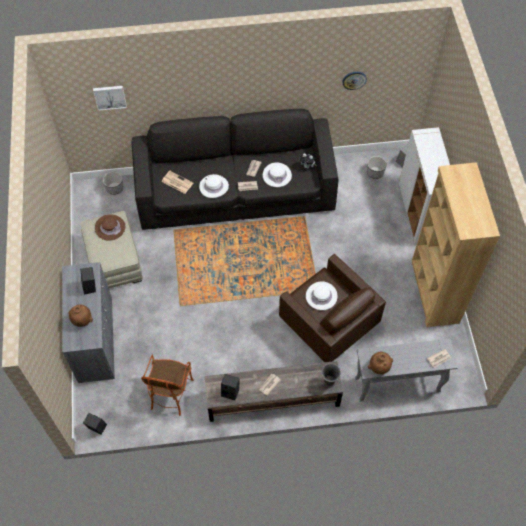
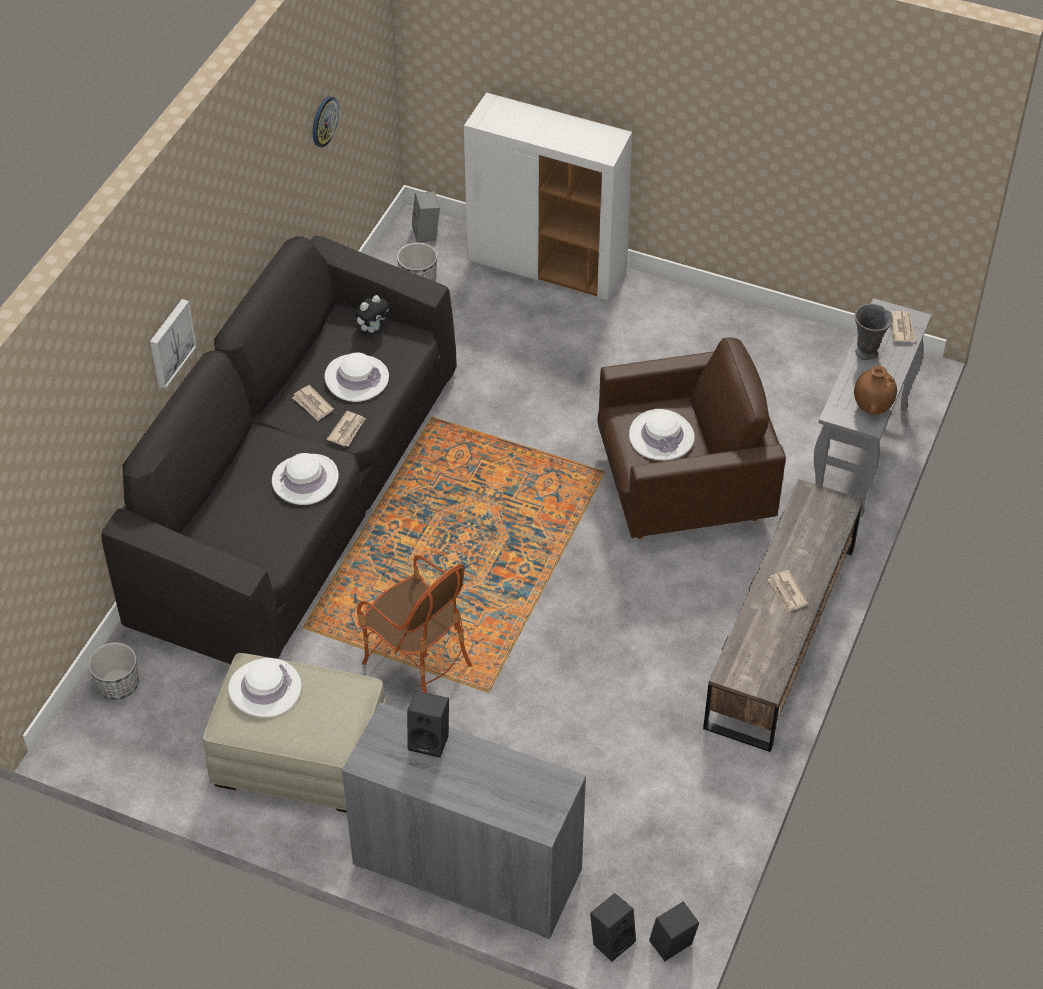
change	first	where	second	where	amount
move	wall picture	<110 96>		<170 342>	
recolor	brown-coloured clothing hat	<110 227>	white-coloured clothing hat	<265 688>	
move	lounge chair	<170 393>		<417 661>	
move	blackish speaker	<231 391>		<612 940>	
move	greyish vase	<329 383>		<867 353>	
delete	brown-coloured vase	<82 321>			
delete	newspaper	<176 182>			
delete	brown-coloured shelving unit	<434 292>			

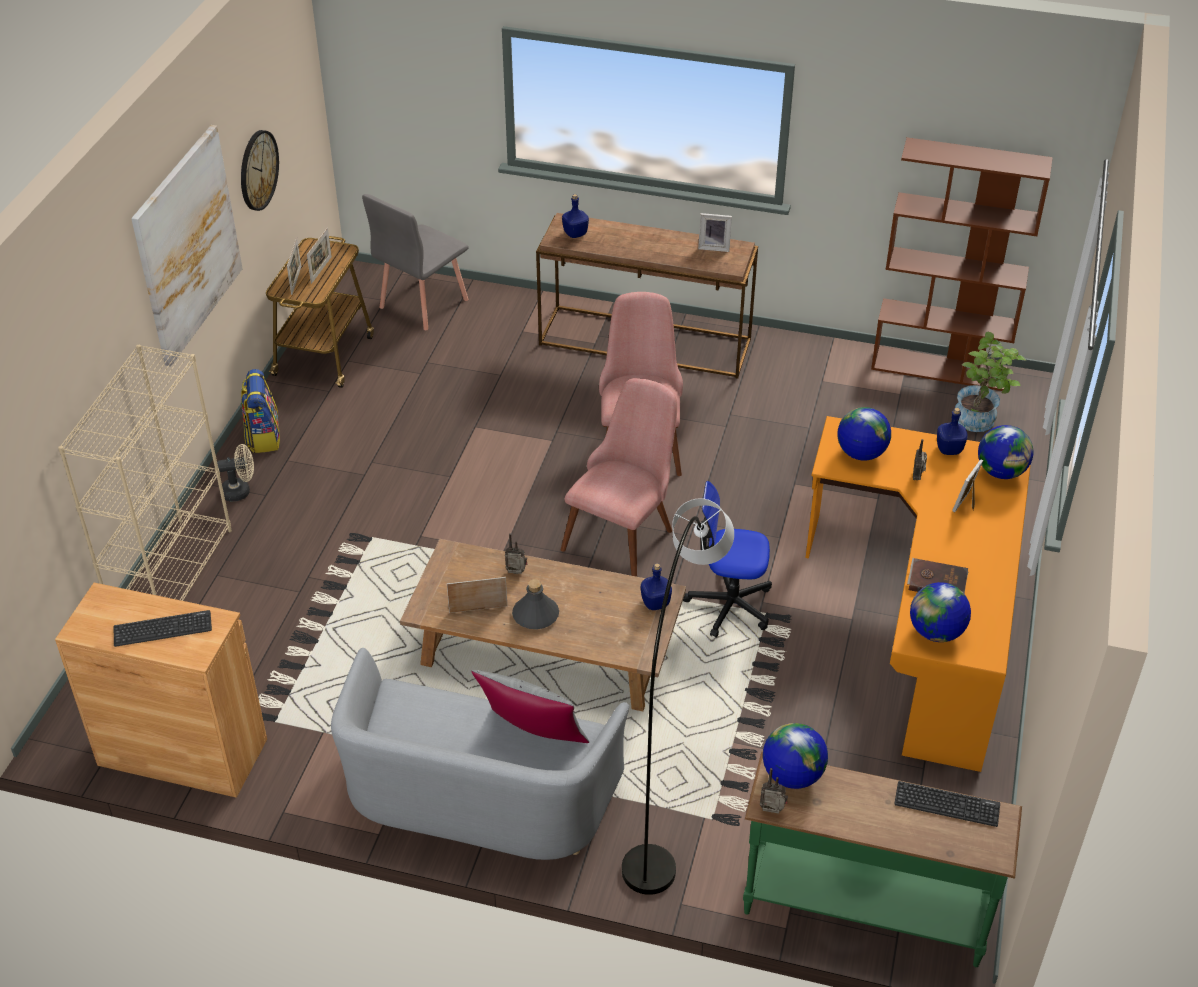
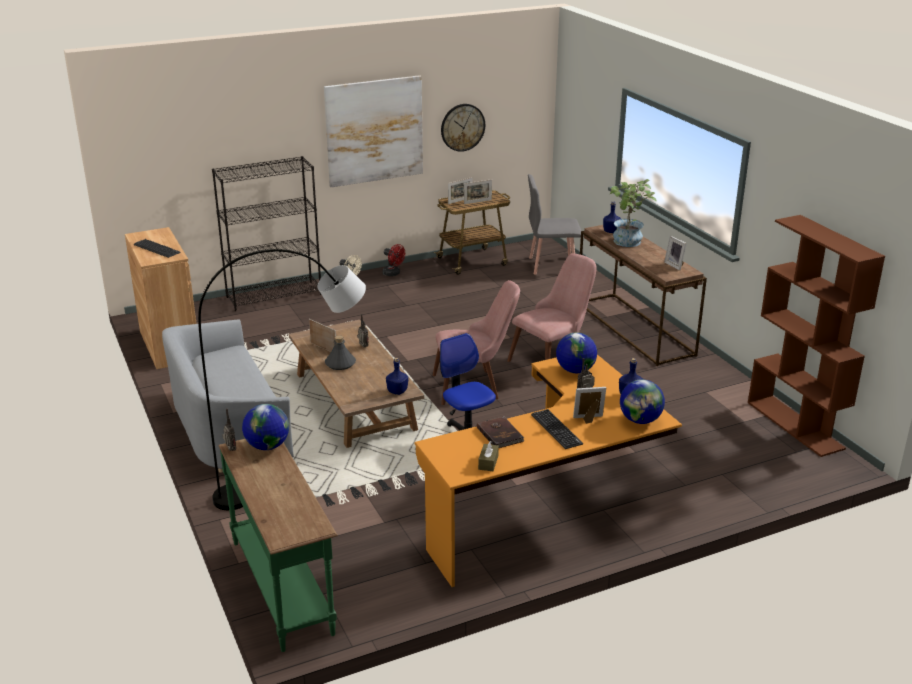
change	first	where	second	where	amount
recolor	beige-coloured shelving unit	<173 575>	blackish shelving unit	<274 295>	
replace	rucksack	<263 437>	red-coloured electric fan	<393 274>	
insert			brown-coloured tissue holder	<488 462>	
move	computer keyboard	<947 804>		<556 429>	
move	houseplant	<980 422>		<628 243>	
delete	greyish pillow	<532 737>			
delete	globe	<936 632>			

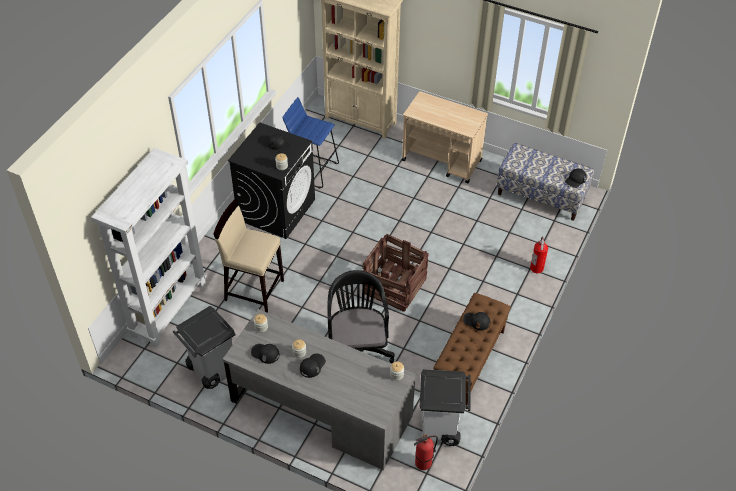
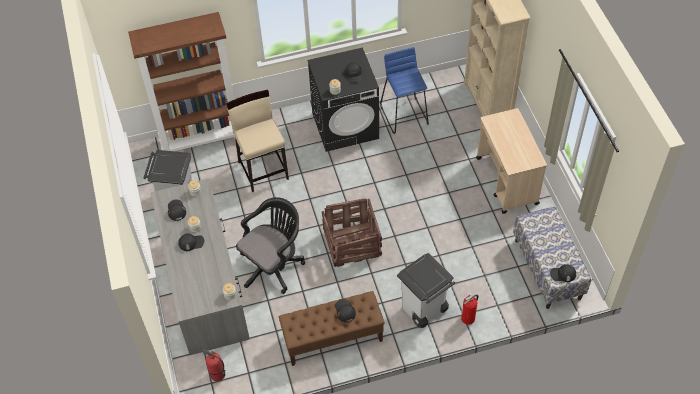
change	first	where	second	where	amount
recolor	white-coloured shelving unit	<169 308>	brown-coloured shelving unit	<202 140>	
move	white-coloured waste bin	<441 428>		<424 310>	

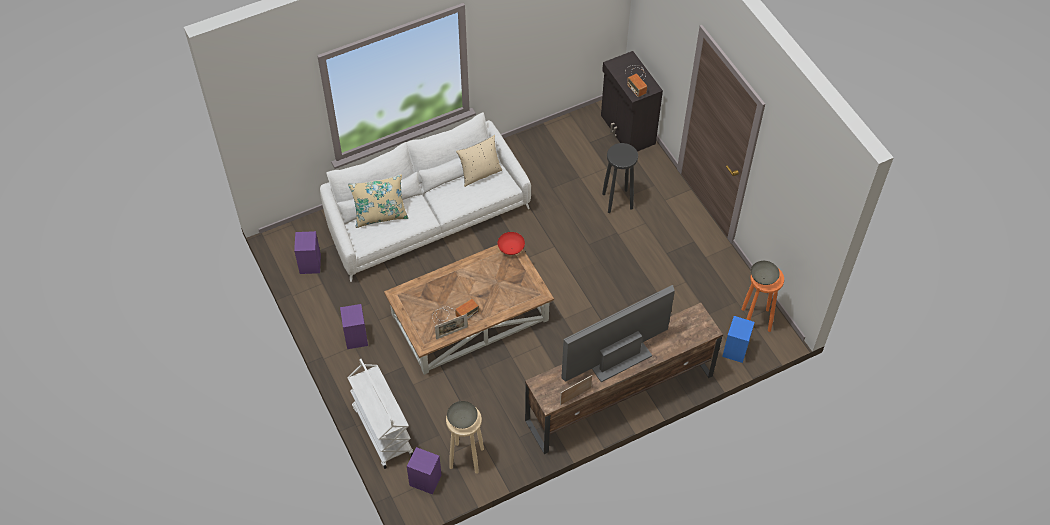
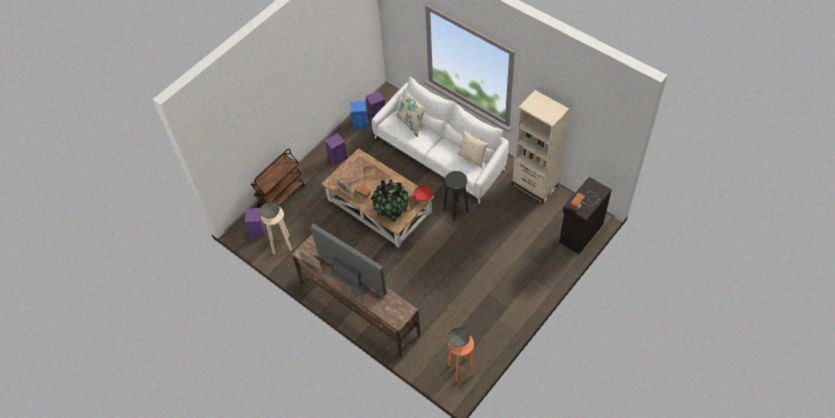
change	first	where	second	where	amount
recolor	white-coloured wheeled cart	<382 431>	brown-coloured wheeled cart	<281 196>	
move	blue speaker	<735 349>		<360 123>	
insert			houseplant	<391 208>	
move	blackish stool	<617 200>		<456 210>	
insert			beige-coloured shelving unit	<534 186>	

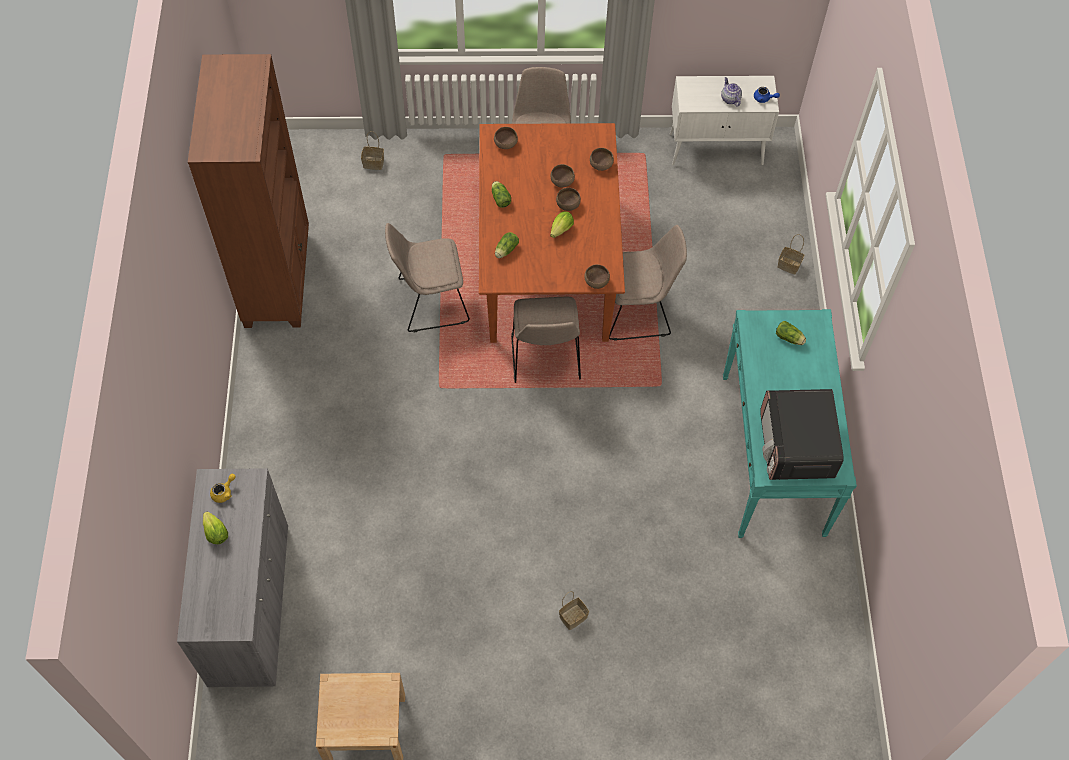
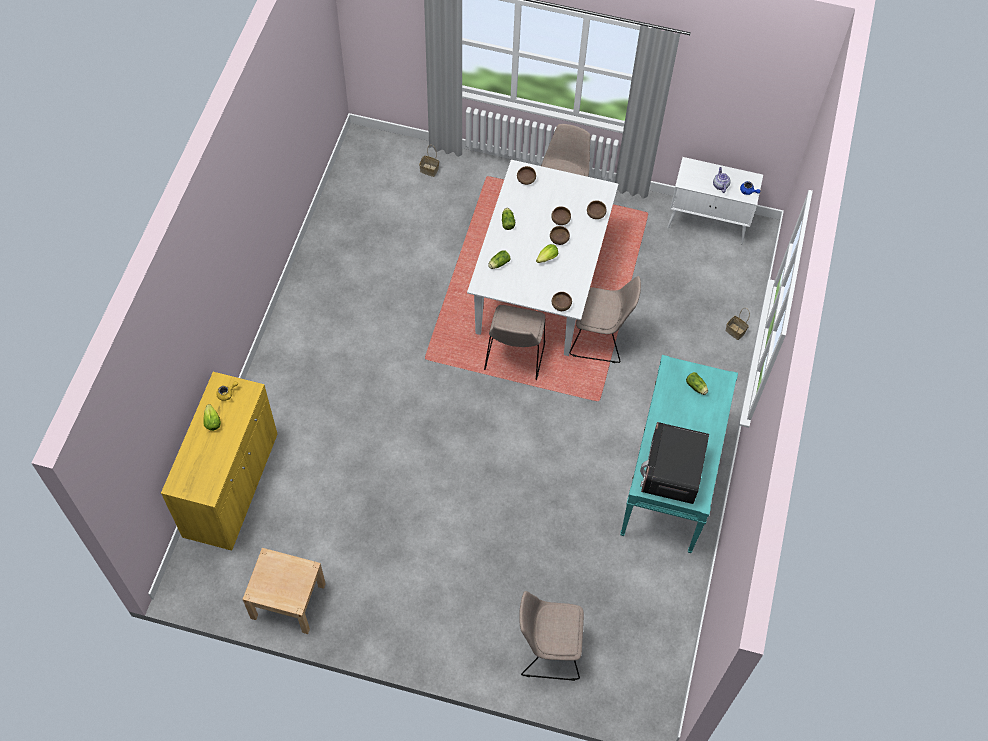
change	first	where	second	where	amount
recolor	greyish storage cabinet	<249 605>	yellowish storage cabinet	<231 485>	
recolor	brown-coloured kitchen table	<548 265>	white-coloured kitchen table	<540 284>	
move	beige-coloured plain chair	<430 301>		<548 648>	
delete	brown-coloured shelving unit	<278 278>			
delete	household basket	<573 618>			

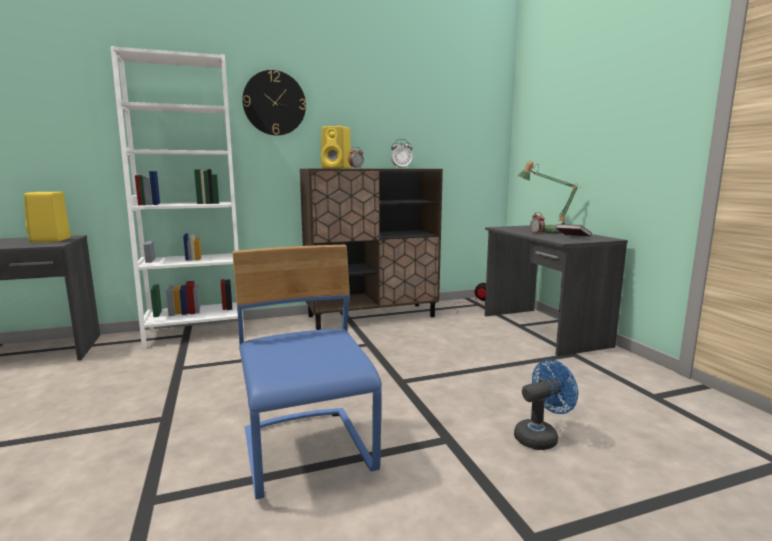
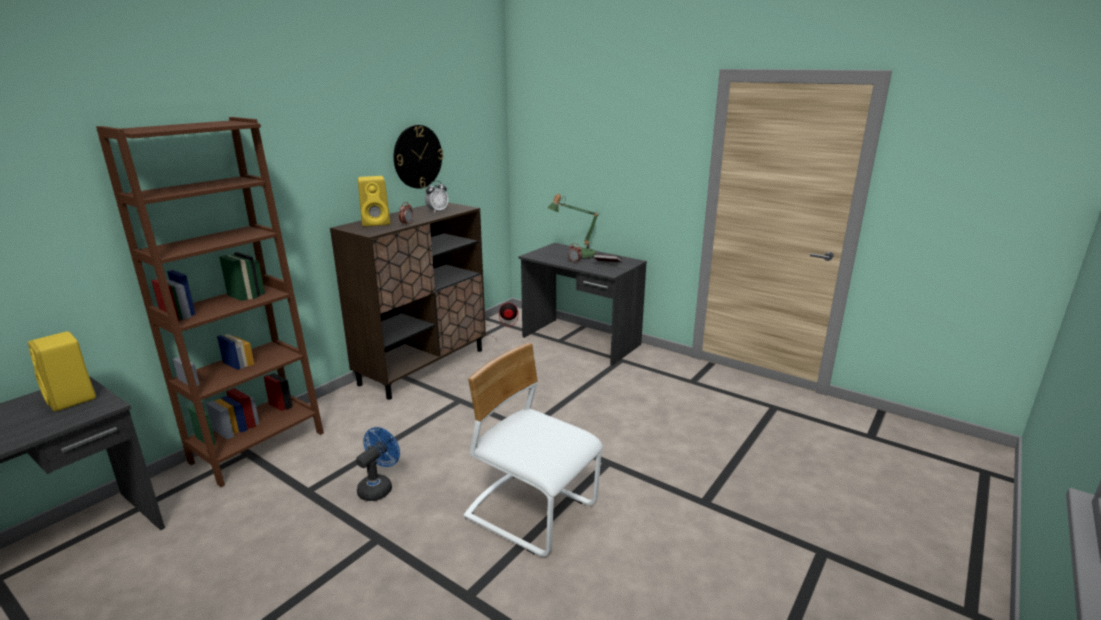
change	first	where	second	where	amount
recolor	white-coloured shelving unit	<196 333>	brown-coloured shelving unit	<258 447>	
move	blue electric fan	<540 437>		<379 487>	
move	clock on the wall	<274 103>		<417 157>	
recolor	blue plain chair	<308 452>	white-coloured plain chair	<532 512>	

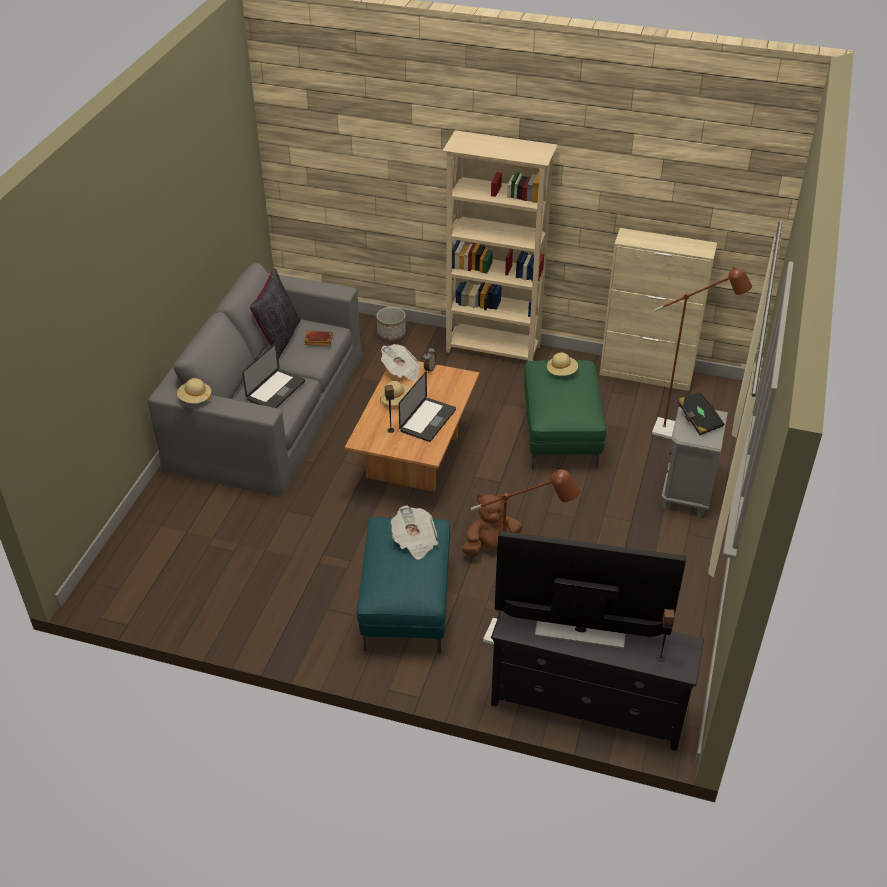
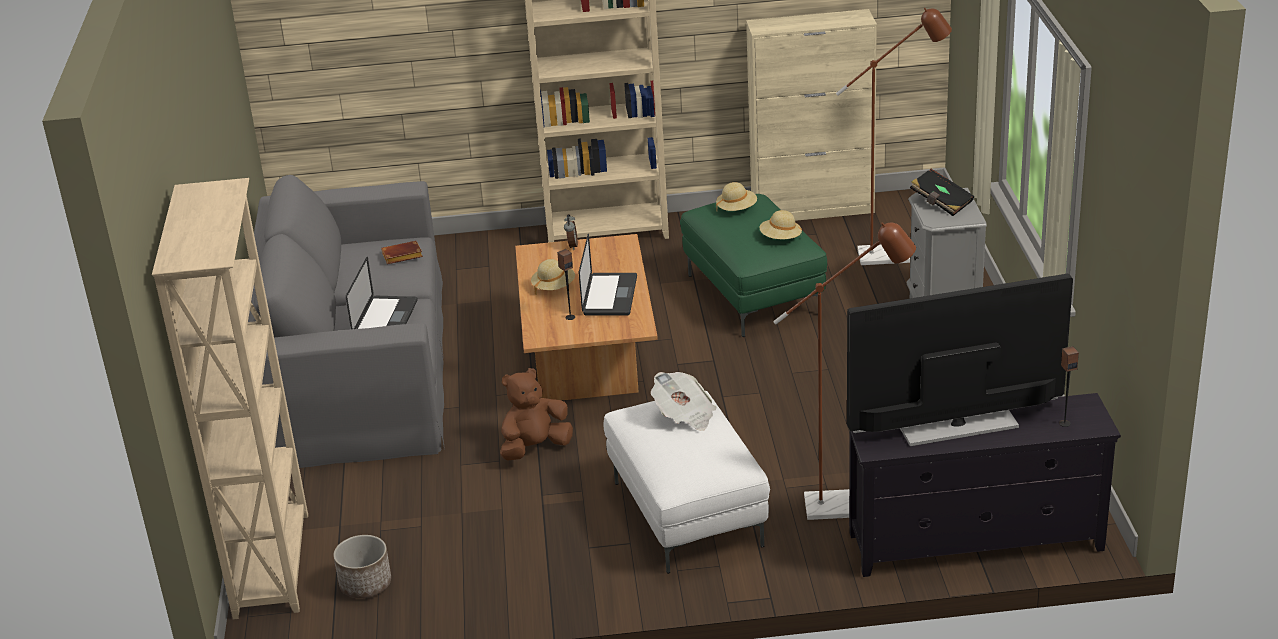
change	first	where	second	where	amount
insert			beige-coloured shelving unit	<273 564>	
move	flower pot	<391 334>		<365 584>	
move	brown-coloured soft toy	<491 548>		<535 448>	
recolor	turquoise ottoman	<405 605>	white-coloured ottoman	<685 514>	
move	beige-coloured clothing hat	<195 399>		<780 238>	
delete	blackish pillow	<279 338>			
delete	newspaper	<401 371>			

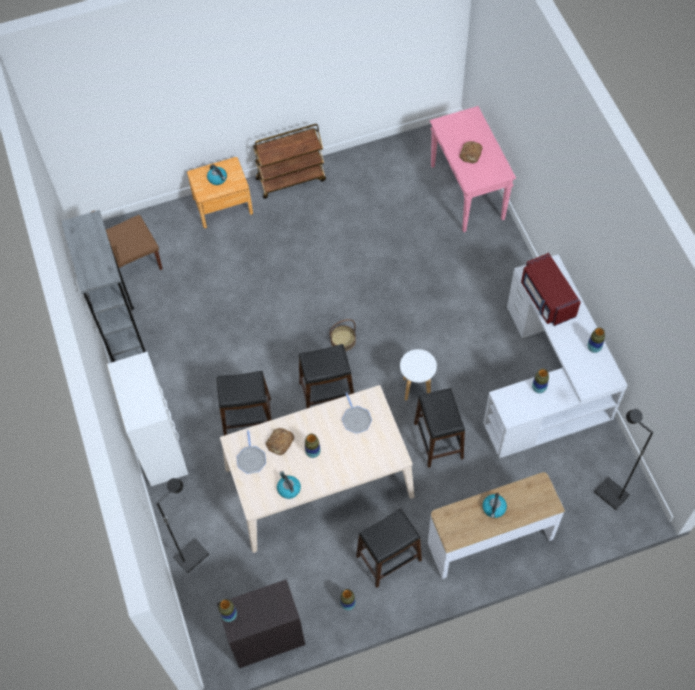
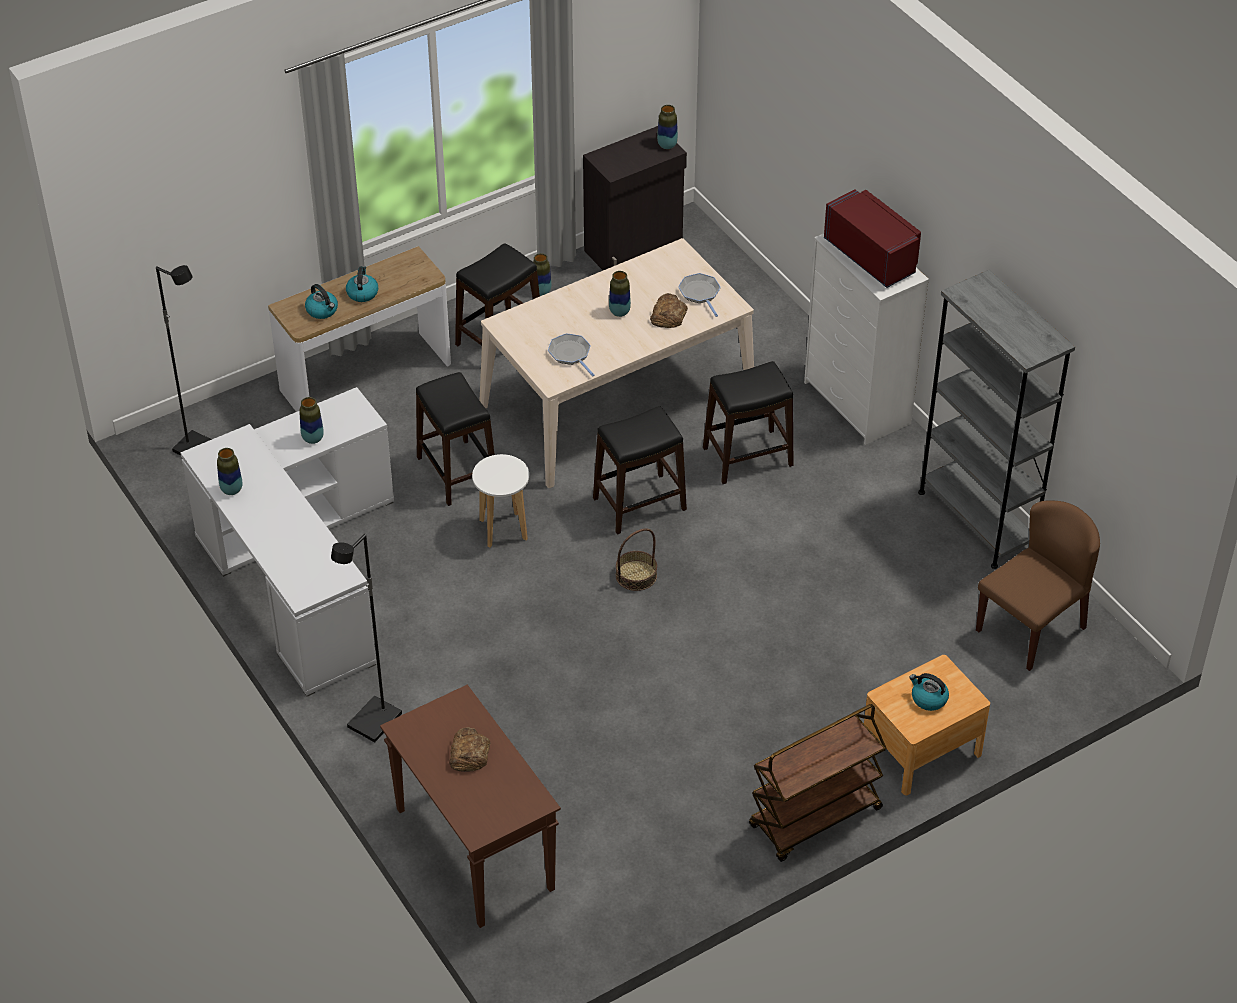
change	first	where	second	where	amount
move	kettle	<288 488>		<322 310>	
move	blackish standard lamp	<191 555>		<375 722>	
recolor	pink hall table	<468 193>	brown-coloured hall table	<473 849>	
move	red-coloured kitchen microwave	<547 299>		<872 256>	

